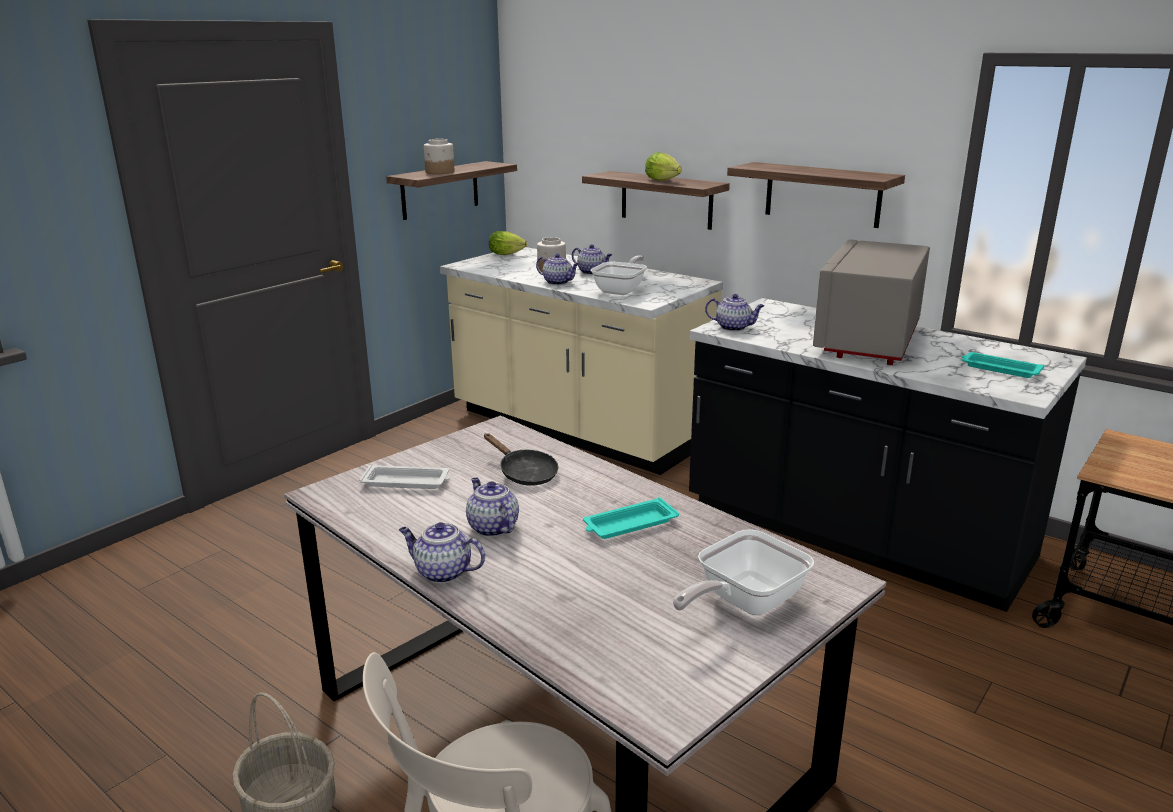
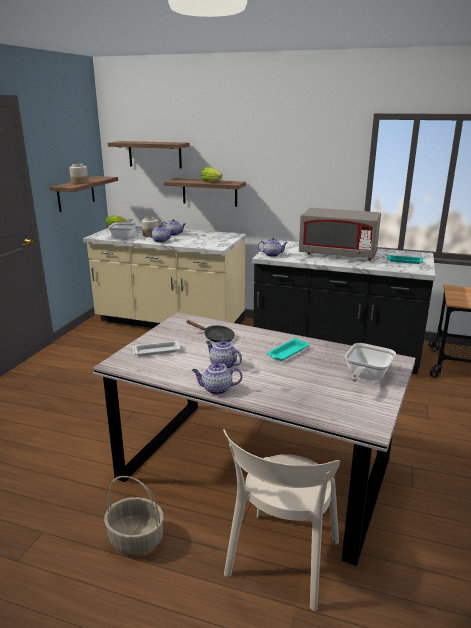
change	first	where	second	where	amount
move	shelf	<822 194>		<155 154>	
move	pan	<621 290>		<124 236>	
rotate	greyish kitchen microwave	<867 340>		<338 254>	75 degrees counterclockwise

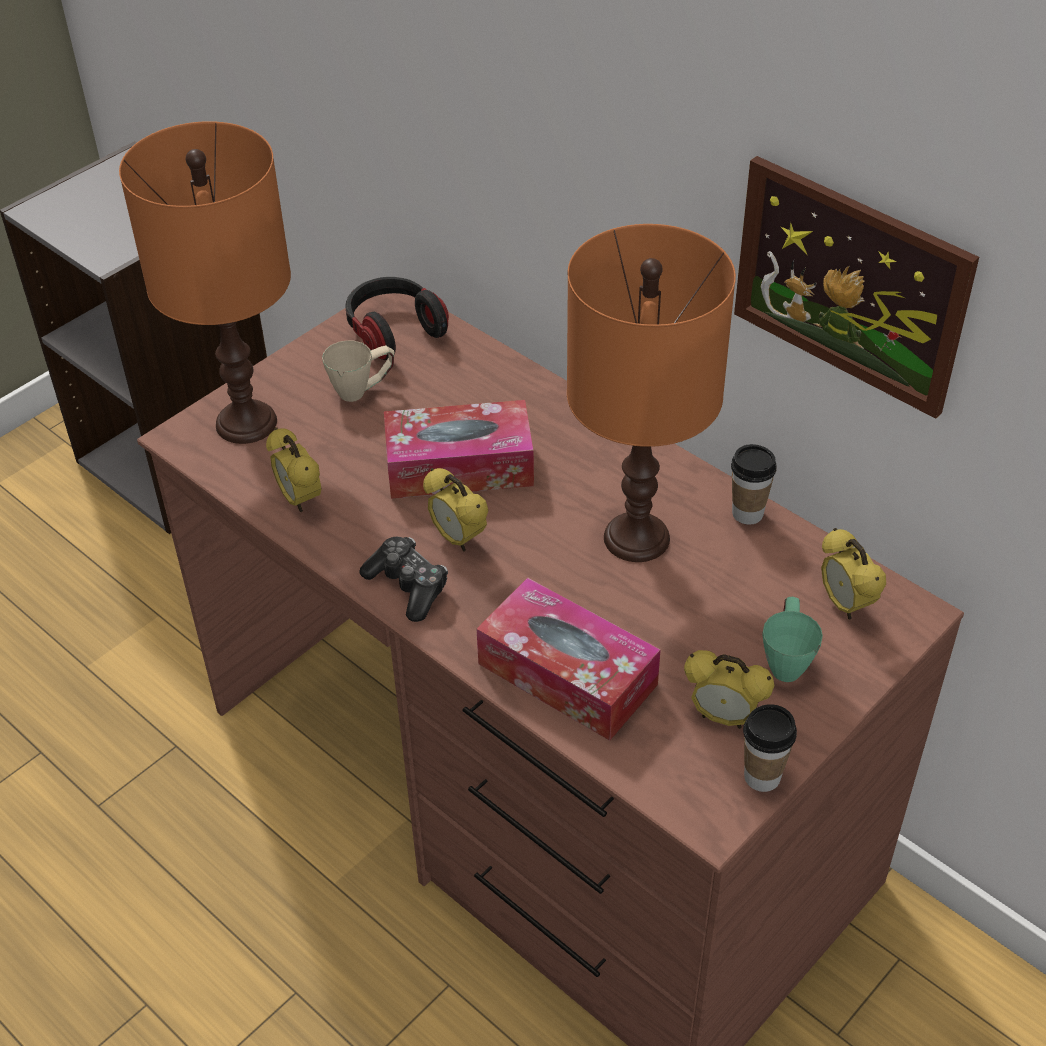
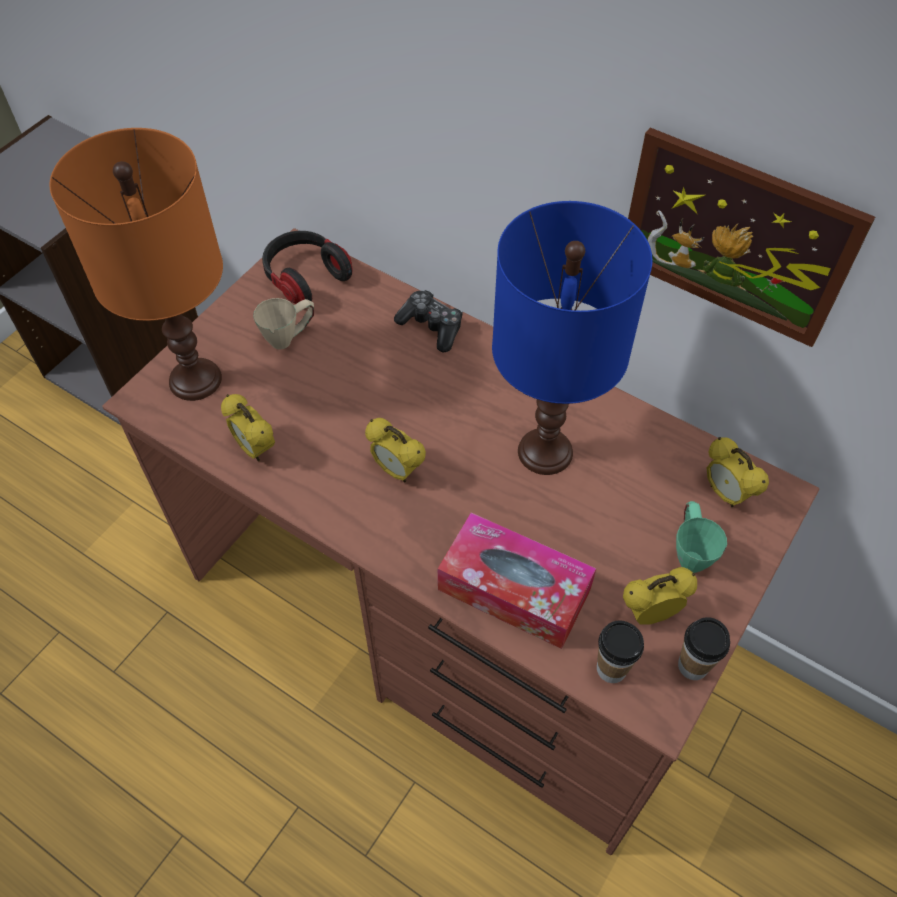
change	first	where	second	where	amount
move	gamepad	<408 586>		<431 326>	
recolor	orangey tabletop lamp	<636 538>	blue tabletop lamp	<545 452>	
move	cup	<747 513>		<611 669>	
rotate	alarm clock	<723 717>		<650 613>	150 degrees clockwise
delete	tissue holder	<459 466>			

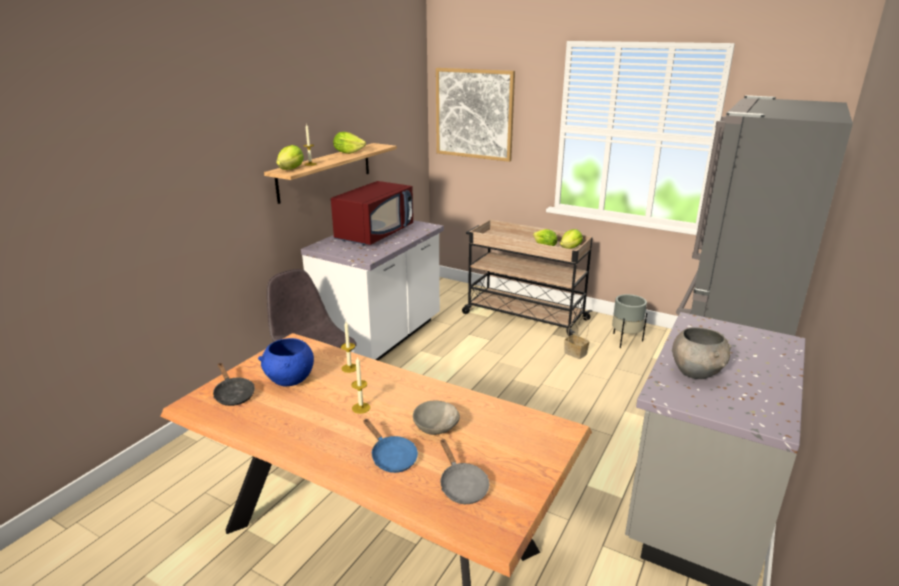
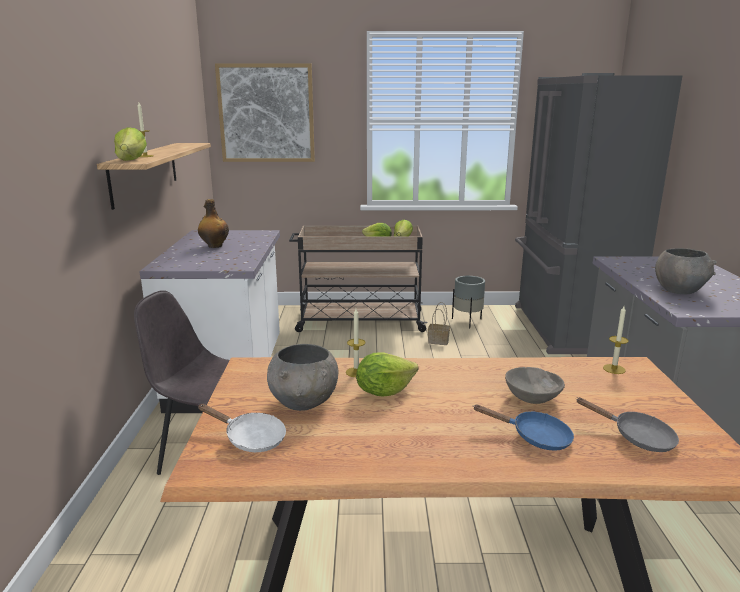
change	first	where	second	where	amount
replace	red-coloured kitchen microwave	<375 234>	beverage bottle	<214 246>	
recolor	blackish pan	<233 394>	white-coloured pan	<250 438>	
recolor	blue bowl	<290 381>	greyish bowl	<304 403>	
move	lettuce head	<348 152>		<384 391>	
move	wax light	<361 408>		<614 369>	

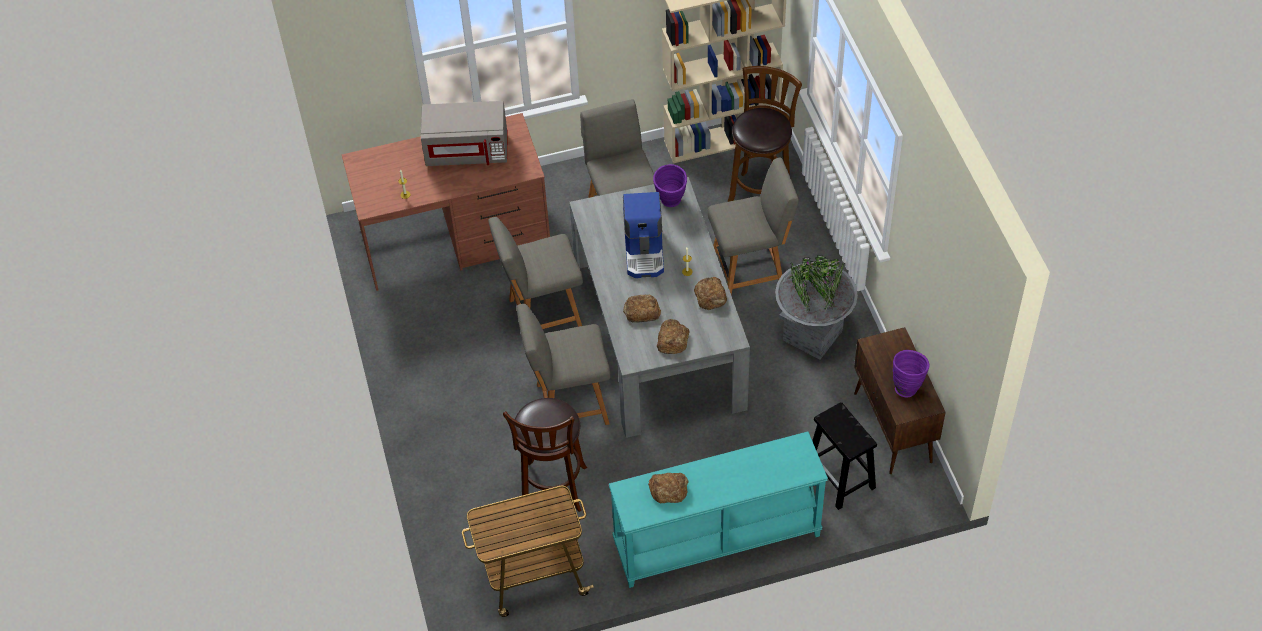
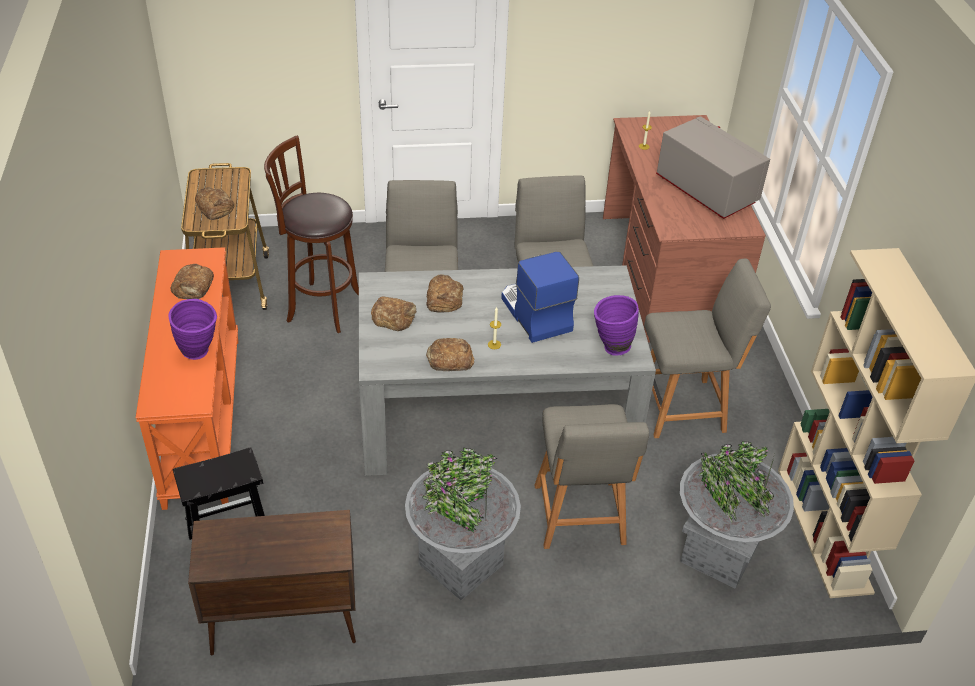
change	first	where	second	where	amount
recolor	turquoise hall table	<717 540>	orangey hall table	<201 418>	
move	purplish vase	<907 386>		<200 353>	
insert			bakery bread	<214 207>	
rotate	coffee machine	<645 252>		<534 314>	60 degrees clockwise
rotate	greyish kitchen microwave	<467 150>		<705 190>	135 degrees clockwise
replace	brown-coloured stool	<760 194>	greyish flower pot	<719 554>	

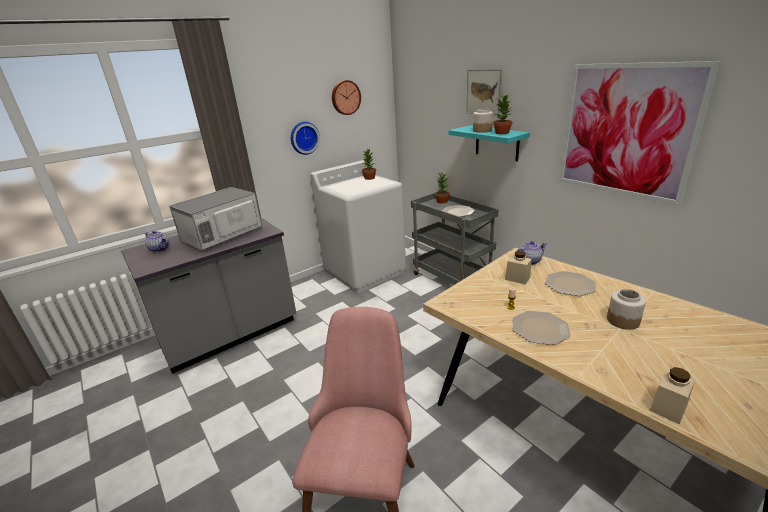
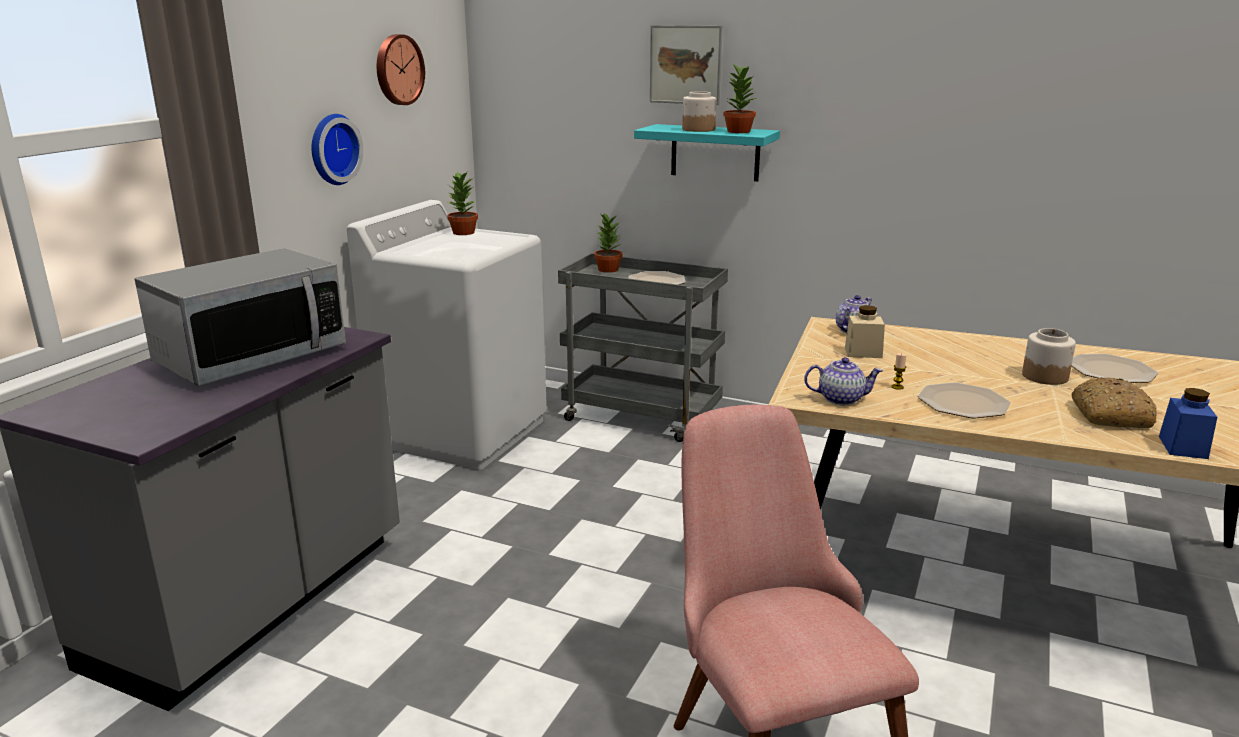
change	first	where	second	where	amount
rotate	kitchen microwave	<222 236>		<251 357>	150 degrees counterclockwise
move	teapot	<160 249>		<841 399>	
move	dinner plate	<570 284>		<1111 370>	
insert			bakery bread	<1109 415>	
recolor	beige-coloured storage jar	<668 407>	blue storage jar	<1182 447>	
delete	wall picture	<626 131>			

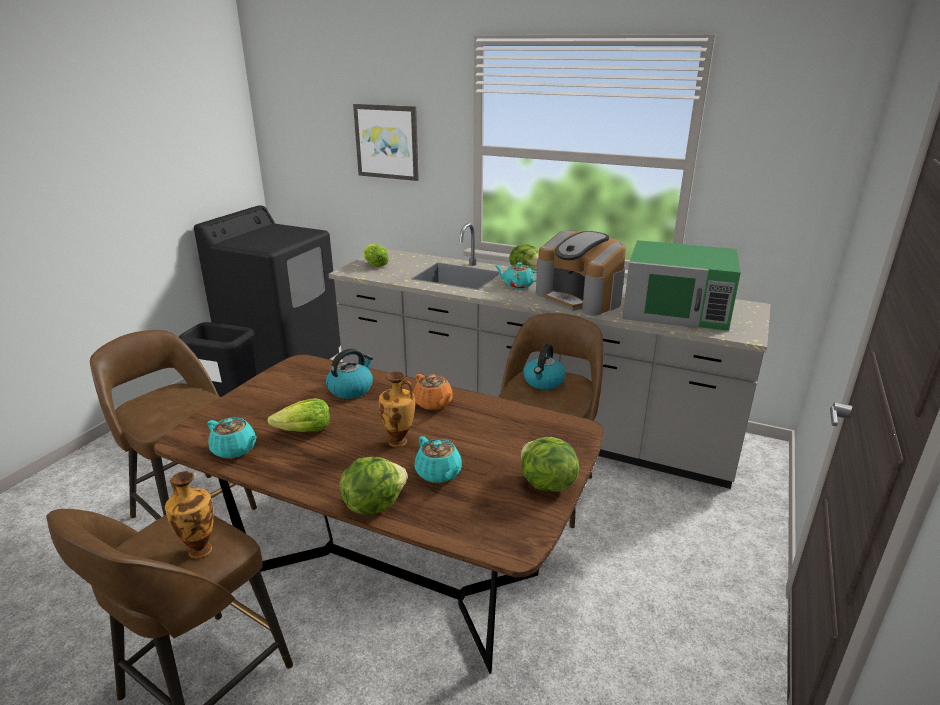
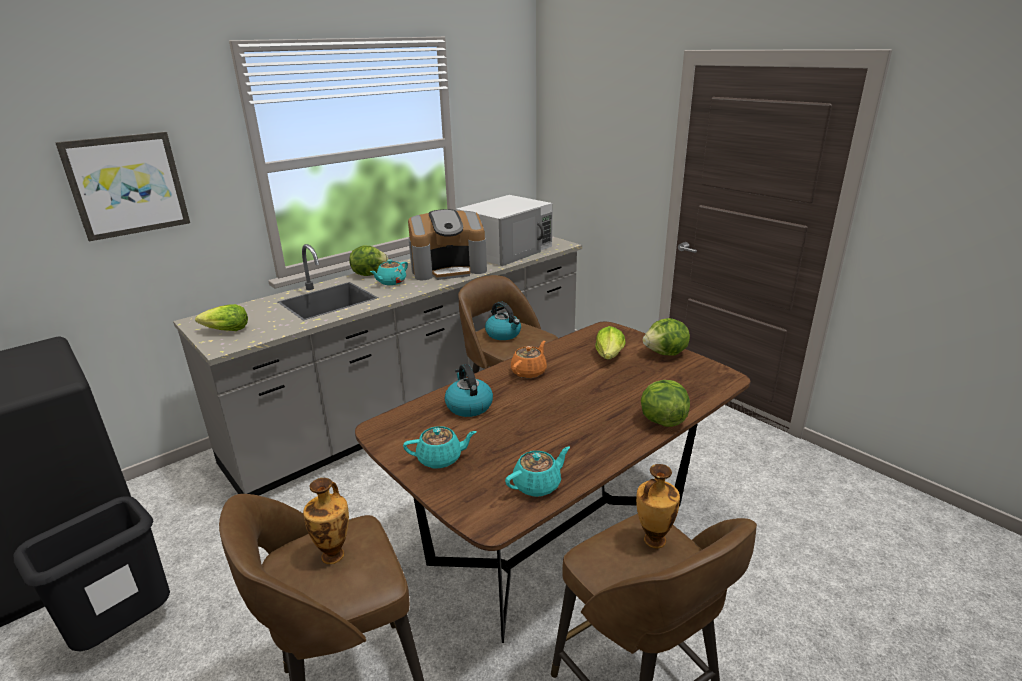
change	first	where	second	where	amount
move	vase	<399 442>		<334 554>	
move	turquoise teapot	<439 473>		<440 459>	
recolor	greenish kitchen microwave	<677 310>	white-coloured kitchen microwave	<506 249>	
rotate	orangey teapot	<433 403>		<529 372>	45 degrees counterclockwise
move	lettuce head	<304 431>		<609 356>	

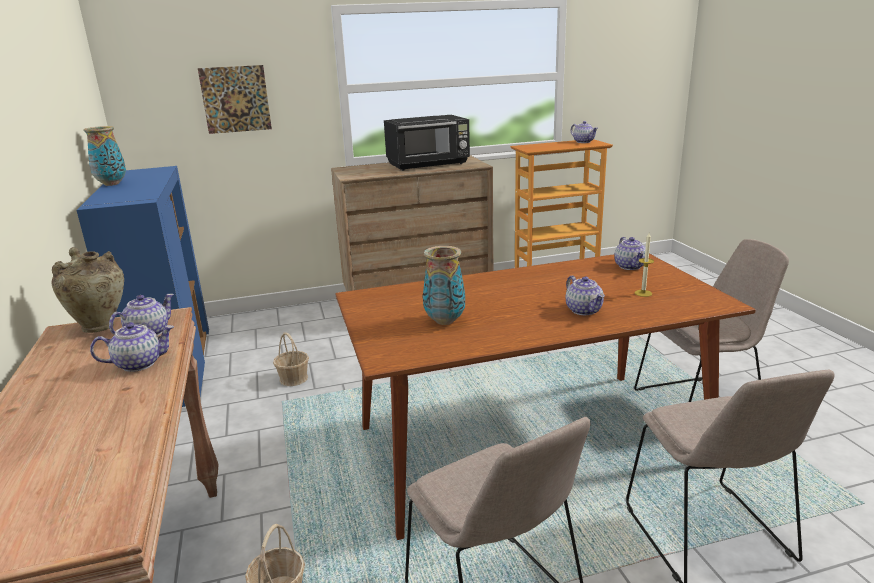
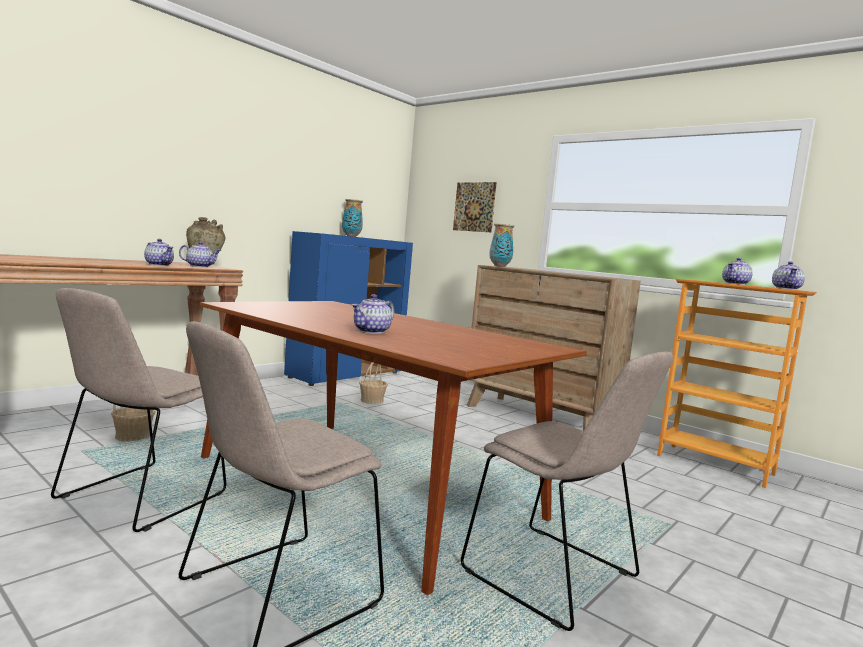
change	first	where	second	where	amount
move	vase	<445 321>		<499 266>	
move	teapot	<630 266>		<736 284>	
delete	blackish kitchen microwave	<429 164>			
delete	wax light	<643 293>			

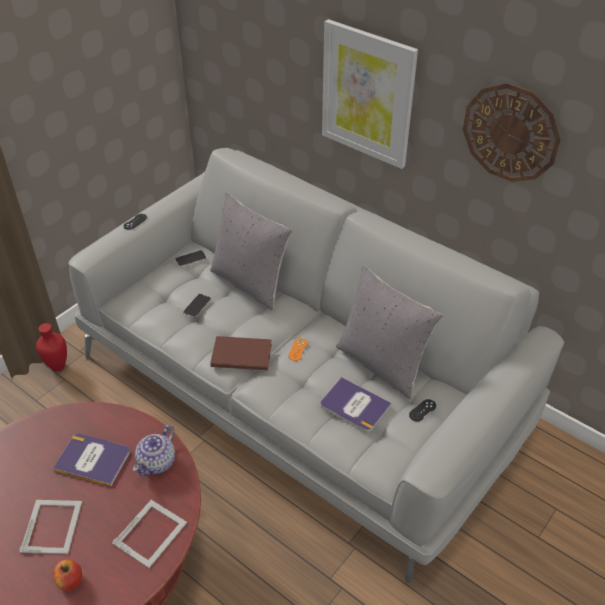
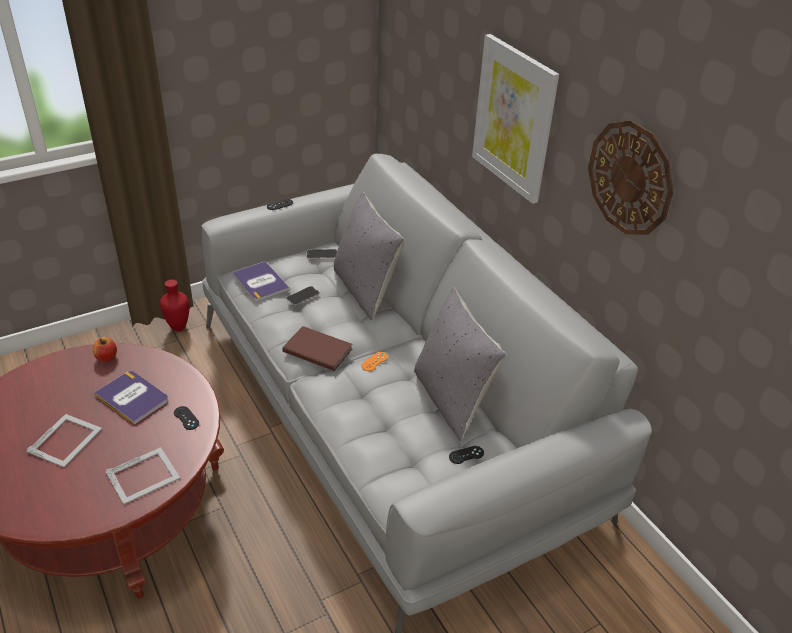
change	first	where	second	where	amount
move	apple fruit	<70 581>		<106 357>	
replace	teapot	<157 462>	blackish gamepad	<186 418>	
move	book	<354 405>		<260 282>	

